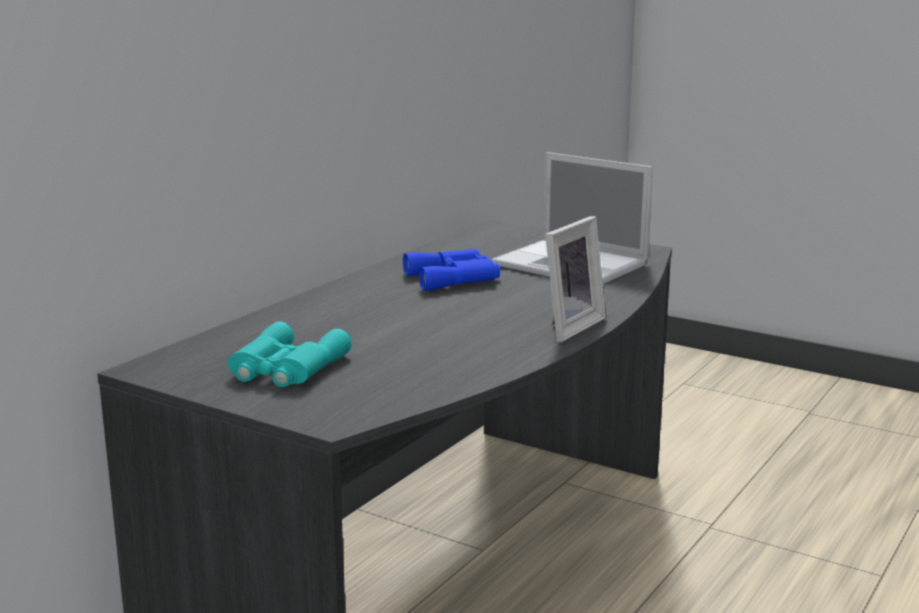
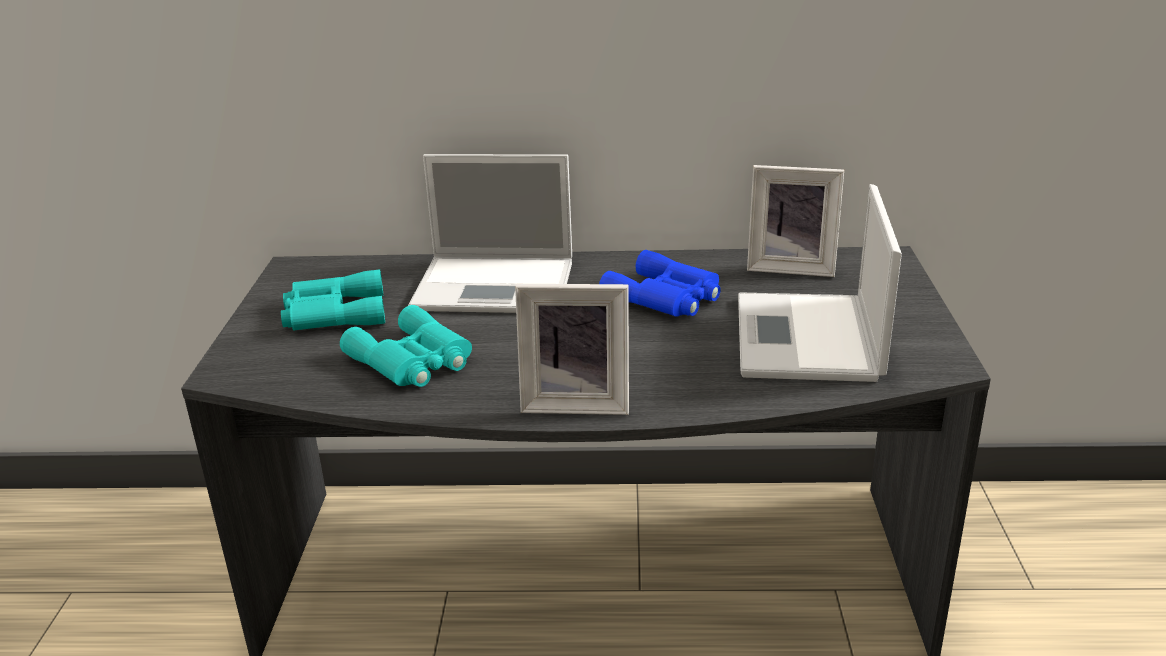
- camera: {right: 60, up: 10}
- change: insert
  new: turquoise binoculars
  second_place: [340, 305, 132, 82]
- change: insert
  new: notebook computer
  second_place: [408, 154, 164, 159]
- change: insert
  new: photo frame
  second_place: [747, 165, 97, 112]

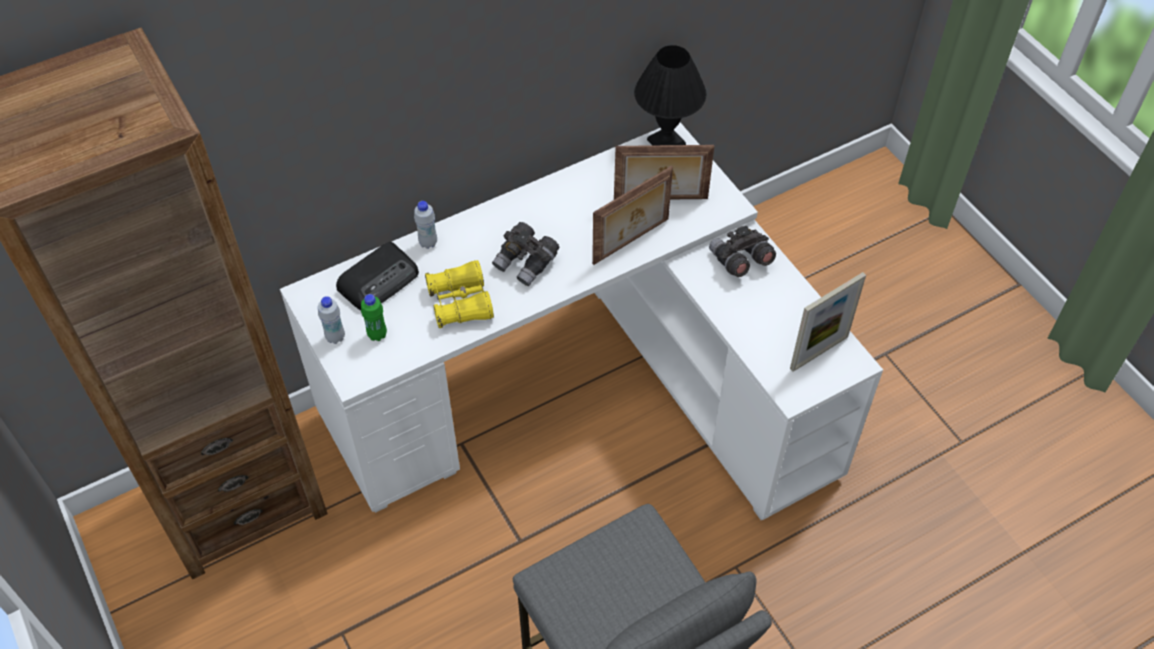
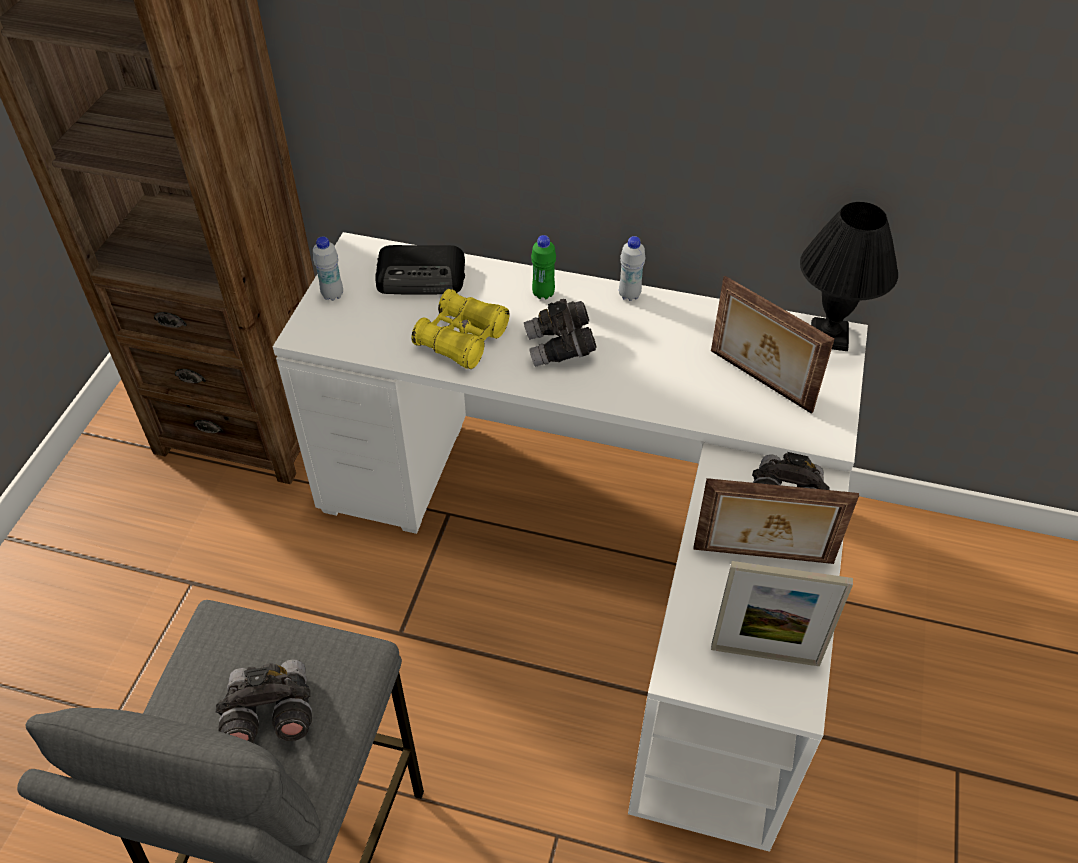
- camera: {right: 45, up: -5}
- change: insert
  new: greyish binoculars
  second_place: [216, 659, 96, 84]
- change: move
  old: greenish bottle
  first_place: [361, 294, 26, 47]
  second_place: [531, 235, 25, 65]
- change: move
  old: whitish bottle
  first_place: [414, 201, 23, 48]
  second_place: [619, 236, 26, 65]
- change: move
  old: photo frame
  first_place: [592, 166, 81, 99]
  second_place: [693, 478, 166, 86]

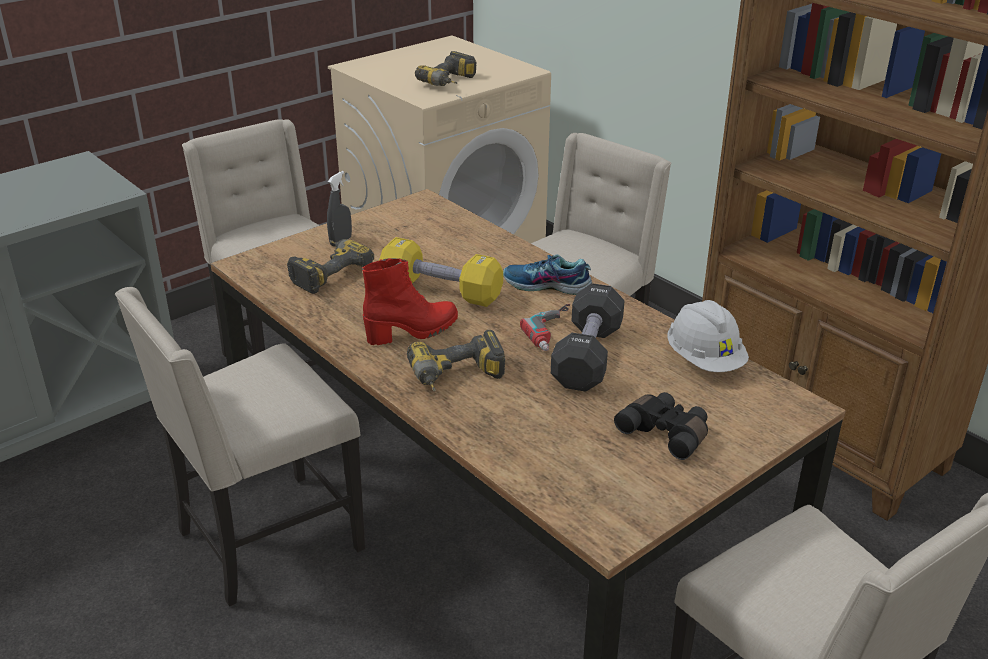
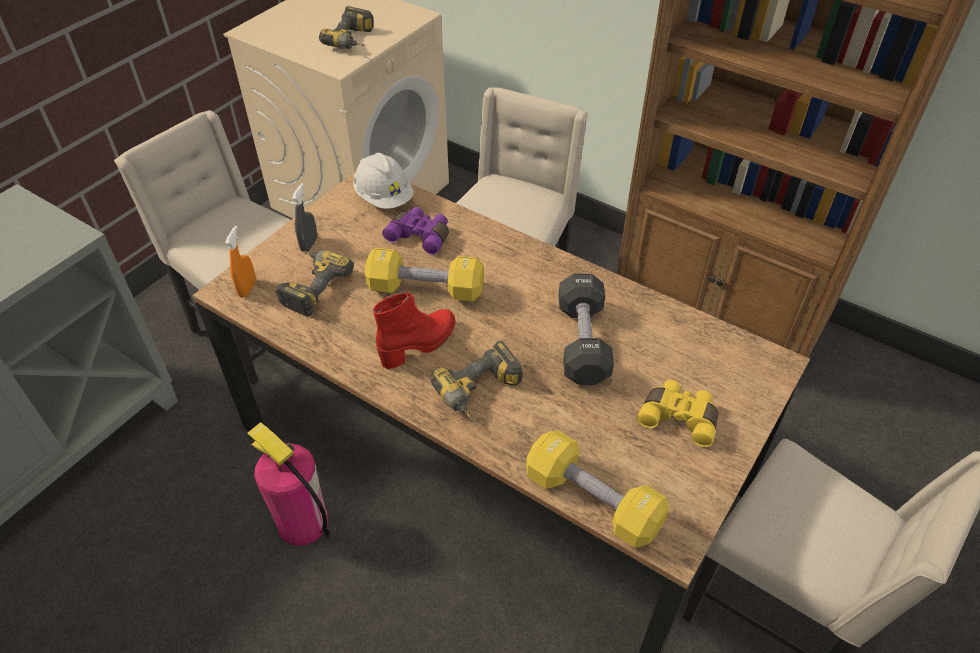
- camera: {right: -15, up: 15}
- change: insert
  new: orangey sprayer
  second_place: [225, 226, 31, 72]
- change: replace
  old: sand-coloured chair
  new: fire-fighting cylinder
  first_place: [115, 287, 250, 320]
  second_place: [247, 422, 84, 124]
- change: move
  old: whitish safety helmet
  first_place: [667, 300, 82, 72]
  second_place: [353, 153, 61, 56]
- change: insert
  new: purple binoculars
  second_place: [382, 207, 67, 48]
- change: insert
  new: yellow-coloured free weight
  second_place: [526, 430, 143, 118]
- change: recolor
  old: blackish binoculars
  new: yellow-coloured binoculars
  first_place: [614, 392, 94, 68]
  second_place: [637, 380, 82, 67]
- change: delete
  old: item of footwear
  first_place: [503, 254, 89, 41]
- change: delete
  old: electric drill
  first_place: [520, 304, 50, 47]

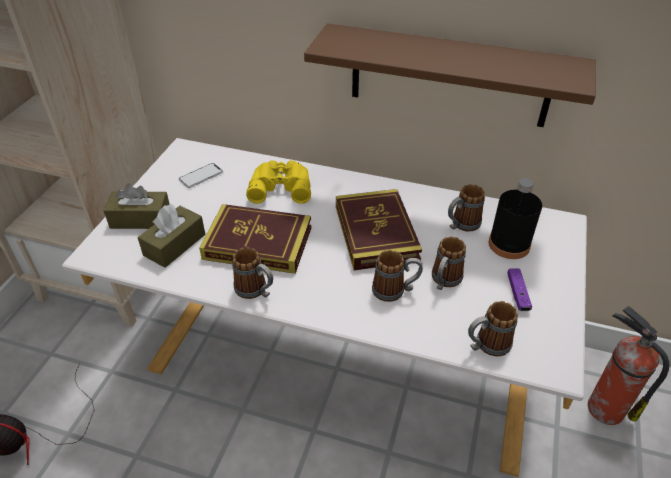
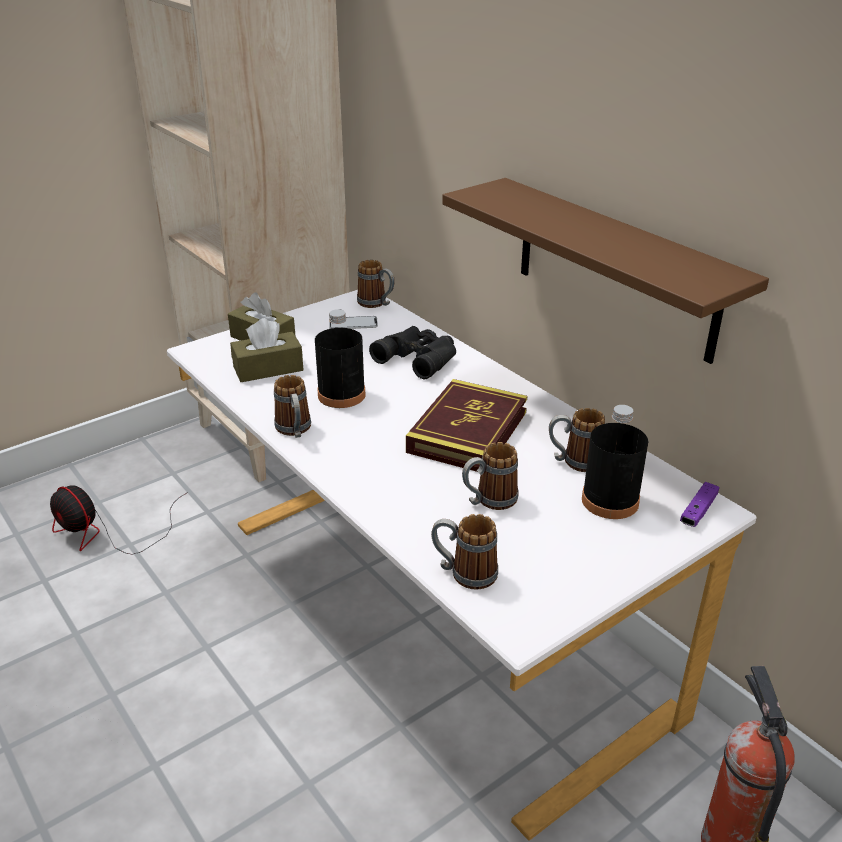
- camera: {right: 35, up: -10}
- change: replace
  old: bound book
  new: blackish bottle
  first_place: [199, 204, 112, 70]
  second_place: [315, 309, 51, 99]
- change: move
  old: tea mug
  first_place: [372, 250, 51, 52]
  second_place: [357, 260, 38, 48]
- change: recolor
  old: yellow-coloured binoculars
  new: blackish binoculars
  first_place: [246, 160, 65, 44]
  second_place: [369, 326, 87, 53]
- change: move
  old: purple joypad
  first_place: [507, 269, 25, 42]
  second_place: [680, 482, 39, 45]

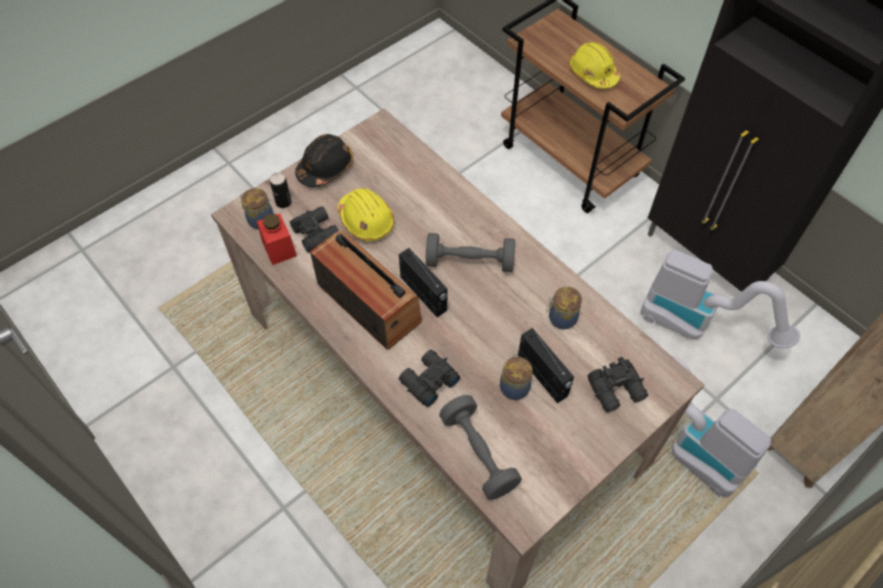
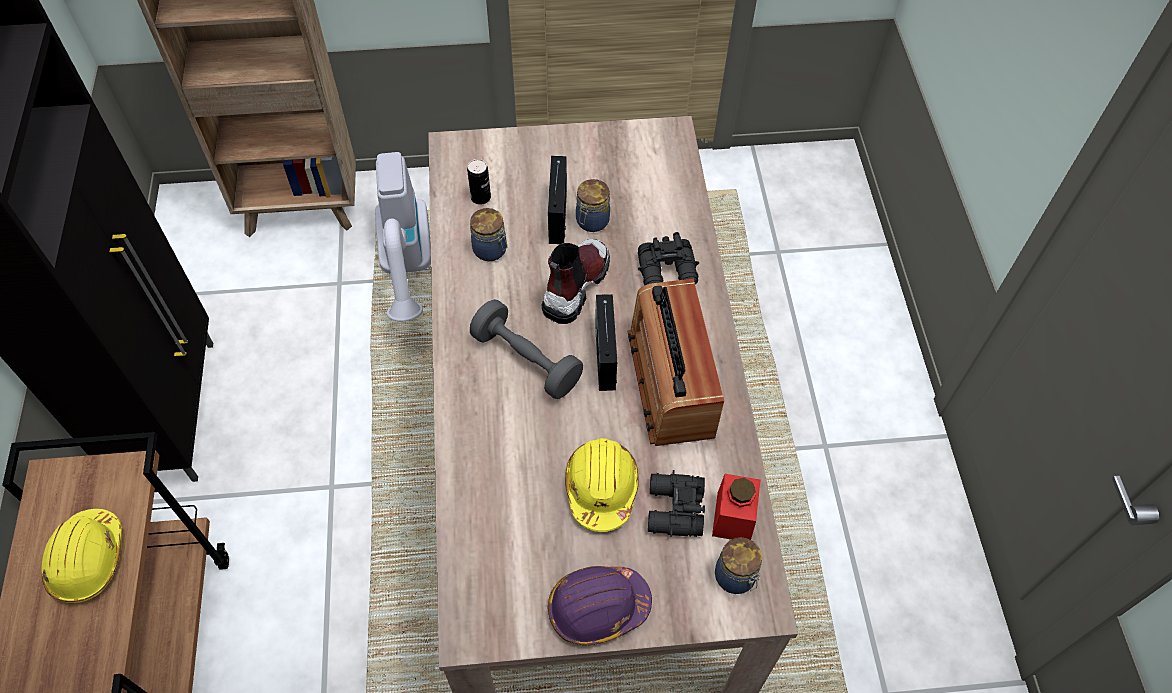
- camera: {right: -145, up: 0}
- change: move
  old: sealed can
  first_place: [270, 173, 22, 35]
  second_place: [467, 159, 24, 46]
- change: insert
  new: boot
  second_place: [542, 239, 68, 85]
- change: recolor
  old: blackish safety helmet
  new: purple safety helmet
  first_place: [295, 134, 58, 53]
  second_place: [548, 566, 104, 79]
- change: delete
  old: greyish free weight
  first_place: [439, 395, 83, 105]
- change: delete
  old: blackish binoculars
  first_place: [587, 357, 61, 55]
- change: delete
  old: hoover
  first_place: [641, 250, 159, 98]

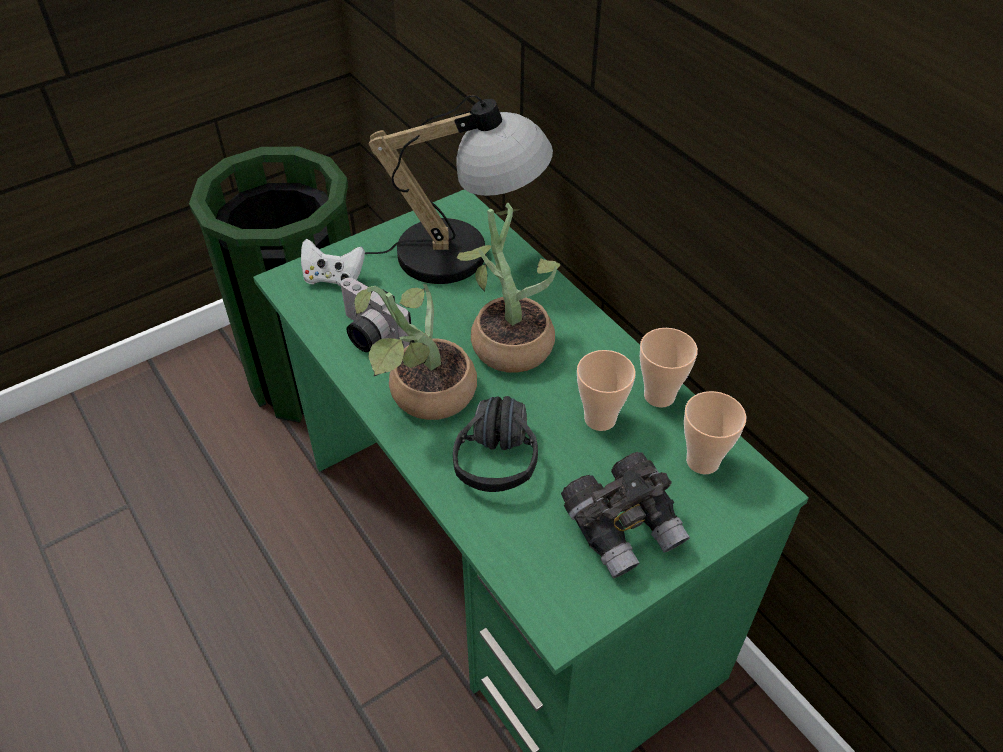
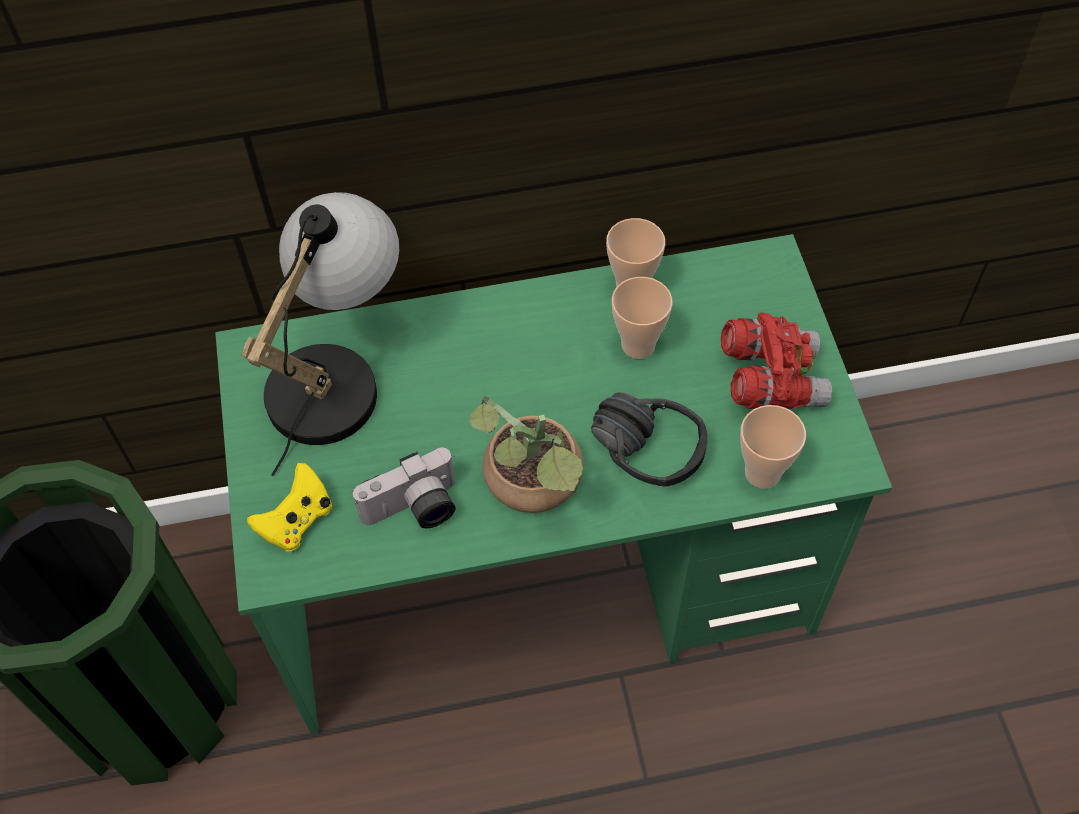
- camera: {right: -65, up: 10}
- change: recolor
  old: whitish joypad
  new: yellow-coloured joypad
  first_place: [301, 239, 64, 48]
  second_place: [247, 463, 85, 89]
- change: recolor
  old: greyish binoculars
  new: reddish binoculars
  first_place: [561, 452, 129, 126]
  second_place: [721, 312, 111, 97]
- change: move
  old: cup
  first_place: [684, 391, 62, 83]
  second_place: [740, 405, 66, 84]
- change: delete
  old: houseplant
  first_place: [457, 203, 103, 170]

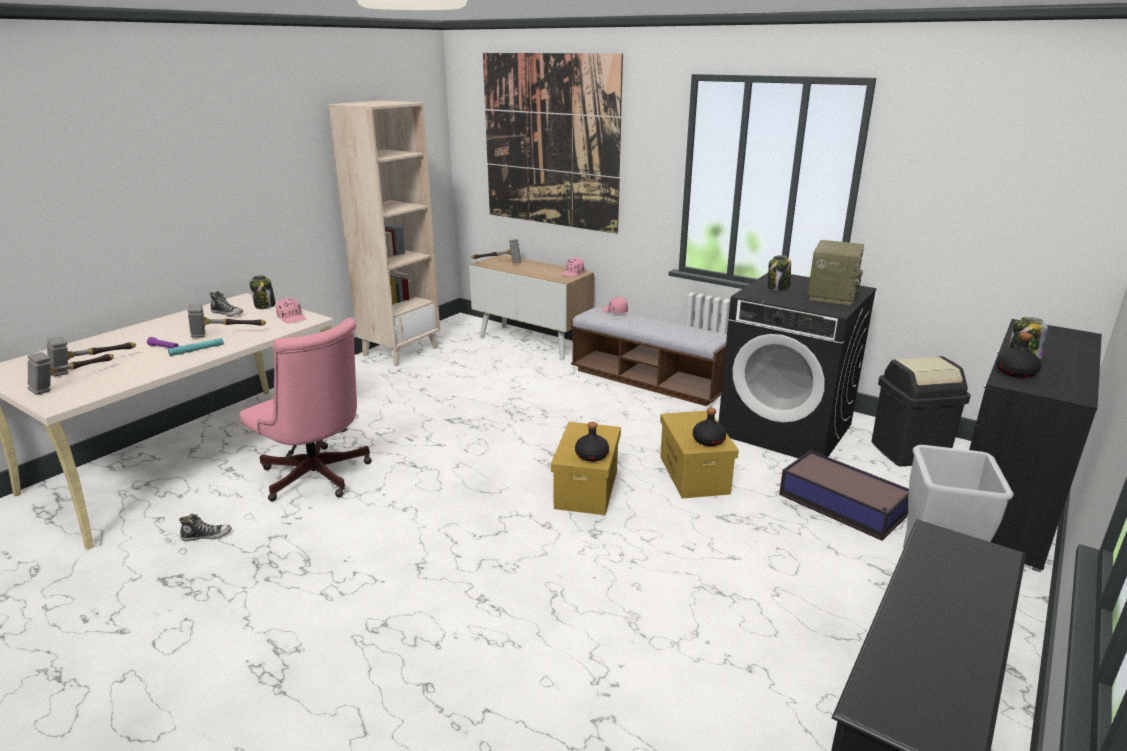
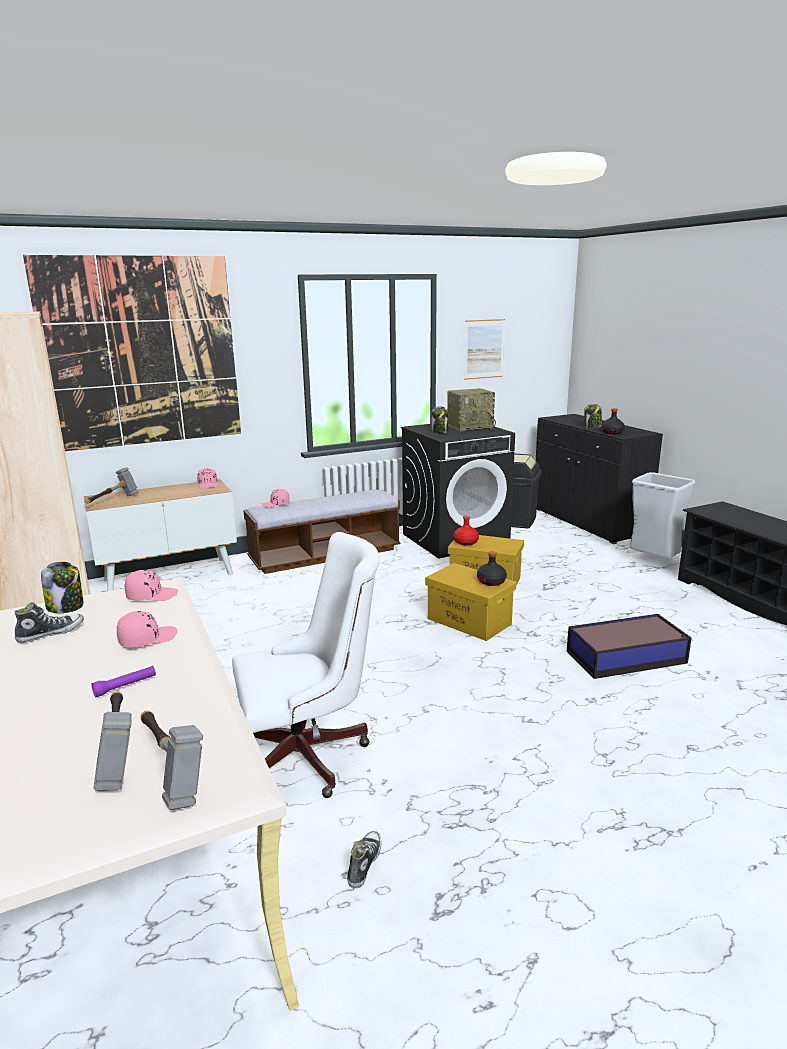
- camera: {right: -60, up: -5}
- change: replace
  old: hand hammer
  new: pinkish peaked cap
  first_place: [187, 304, 79, 34]
  second_place: [117, 611, 60, 37]
- change: recolor
  old: pinkish desk chair
  new: whitish desk chair
  first_place: [240, 318, 132, 184]
  second_place: [232, 532, 148, 266]
- change: rotate
  old: radio receiver
  first_place: [808, 240, 56, 65]
  second_place: [447, 388, 49, 43]
  degrees: 105
- change: insert
  new: reddish bottle
  second_place: [453, 516, 26, 30]
- change: insert
  new: picture
  second_place: [464, 319, 41, 61]
- change: move
  old: storage bin
  first_place: [779, 450, 130, 91]
  second_place: [567, 614, 125, 65]
- change: delete
  old: turquoise hand torch
  first_place: [168, 338, 56, 18]
- change: delete
  old: blackish bottle
  first_place: [693, 408, 33, 38]

